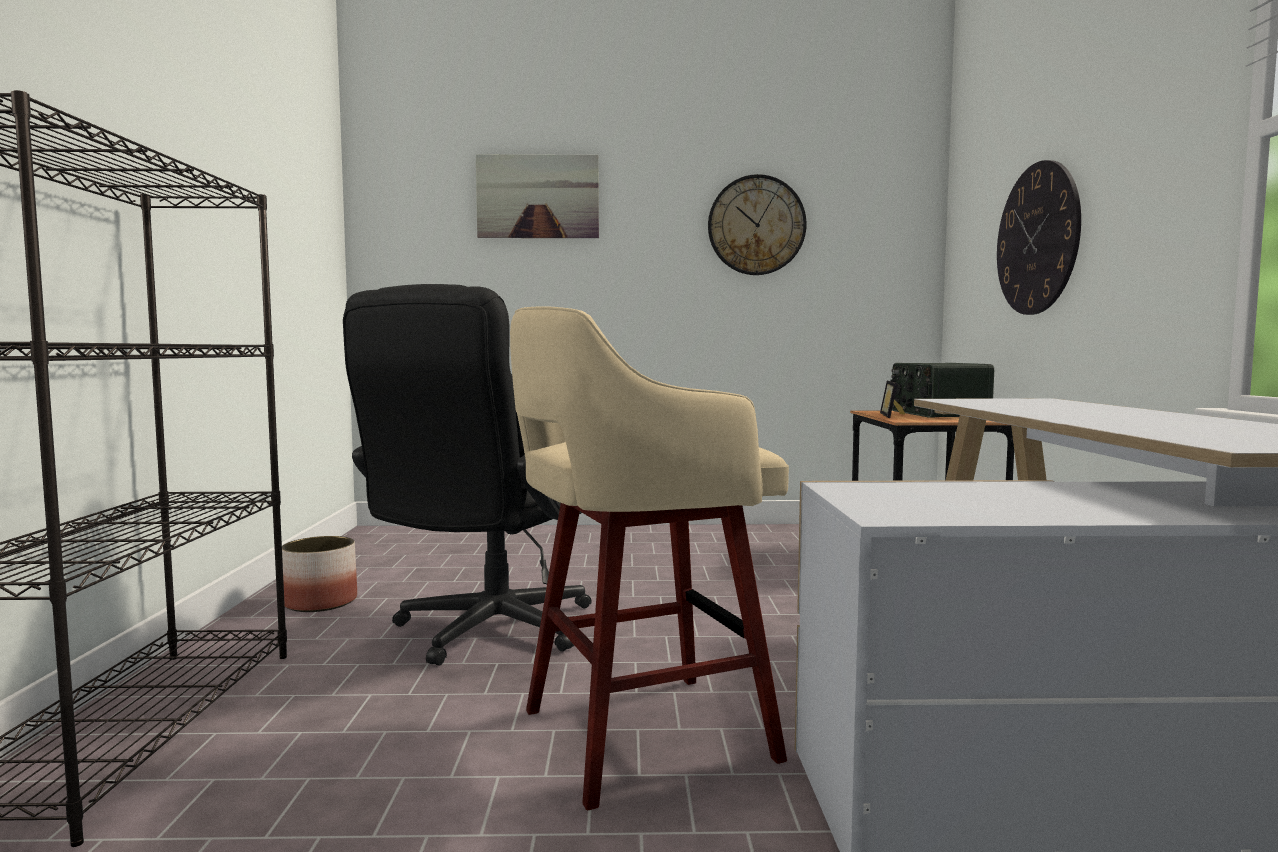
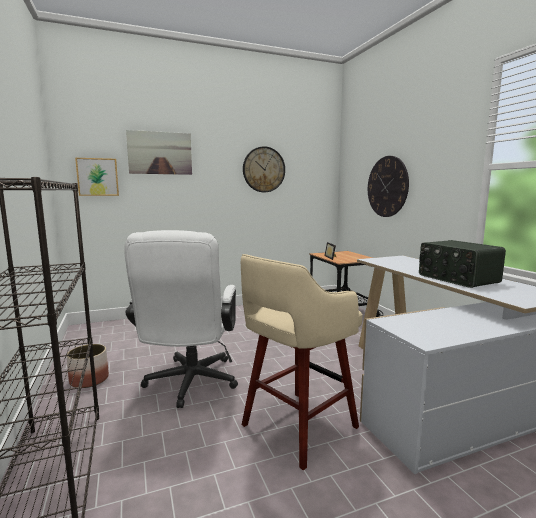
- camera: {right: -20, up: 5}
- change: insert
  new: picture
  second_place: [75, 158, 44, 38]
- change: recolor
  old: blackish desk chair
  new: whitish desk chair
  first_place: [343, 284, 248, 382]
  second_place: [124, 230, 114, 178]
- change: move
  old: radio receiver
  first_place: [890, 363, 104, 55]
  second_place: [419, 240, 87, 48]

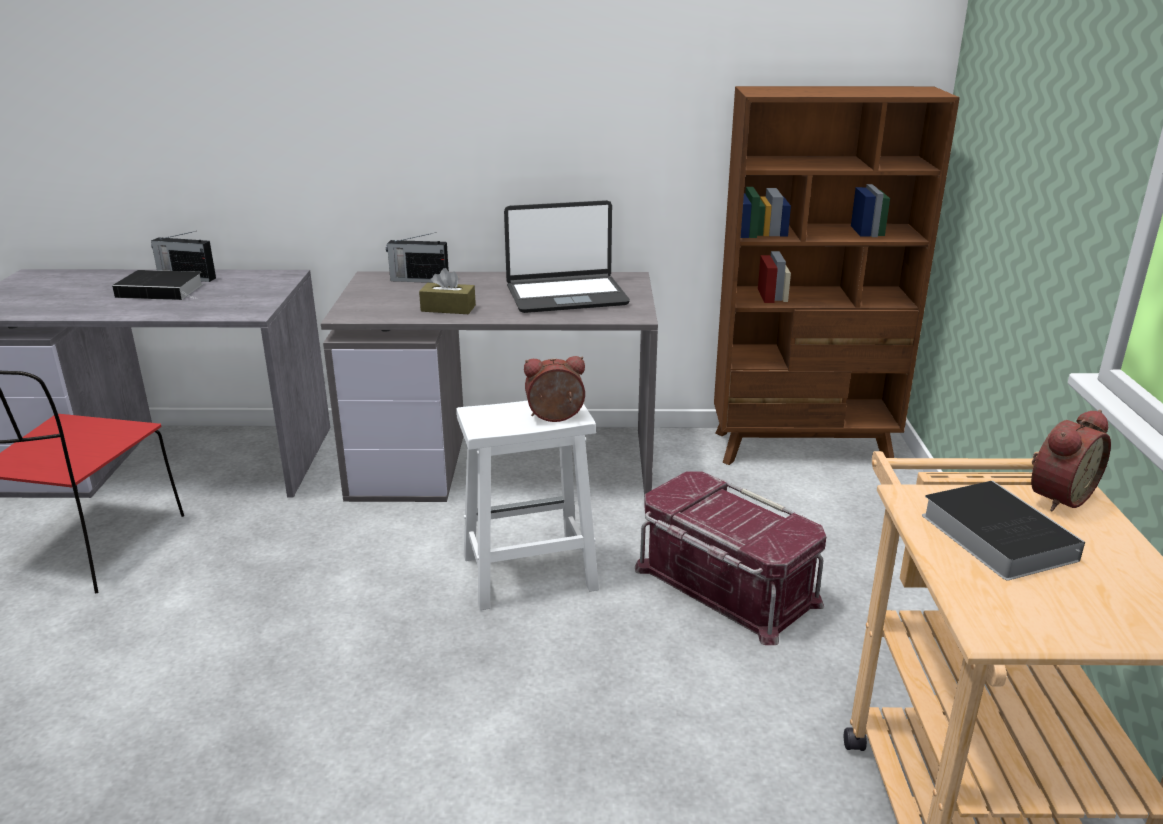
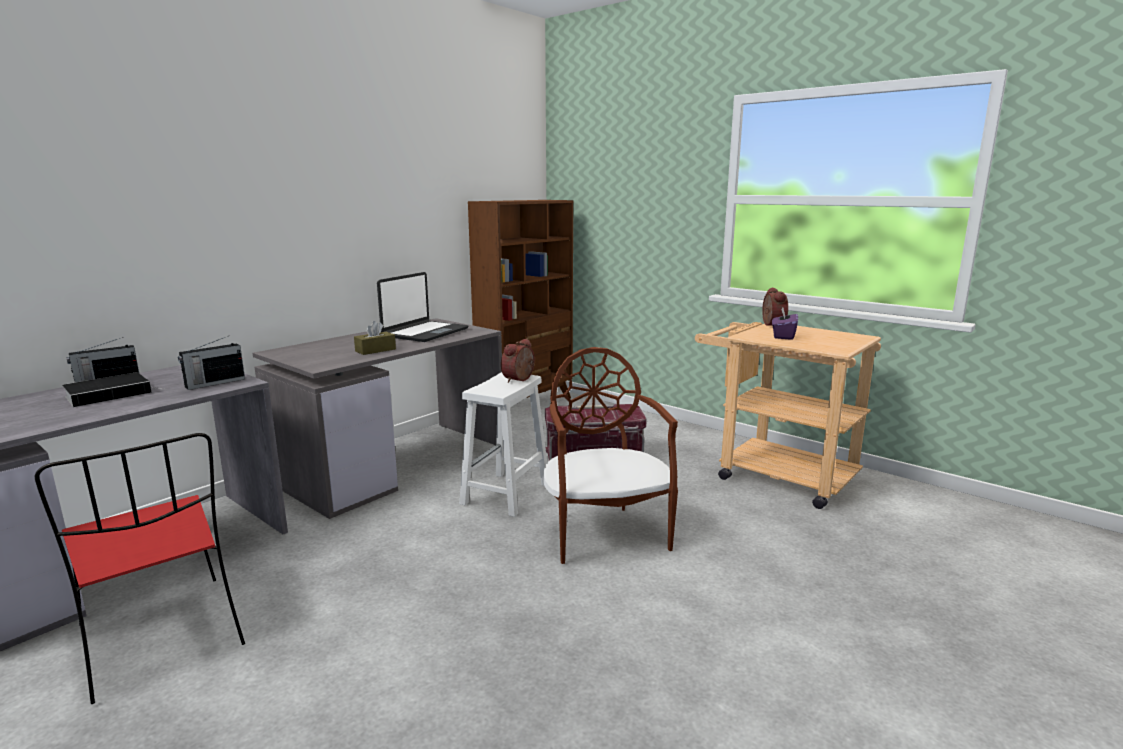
- camera: {right: -50, up: -10}
- change: move
  old: radio receiver
  first_place: [386, 232, 63, 51]
  second_place: [178, 335, 67, 55]
- change: insert
  new: brown chair
  second_place: [543, 347, 135, 217]
- change: replace
  old: bound book
  new: purple tissue holder
  first_place: [922, 480, 163, 101]
  second_place: [772, 308, 26, 32]

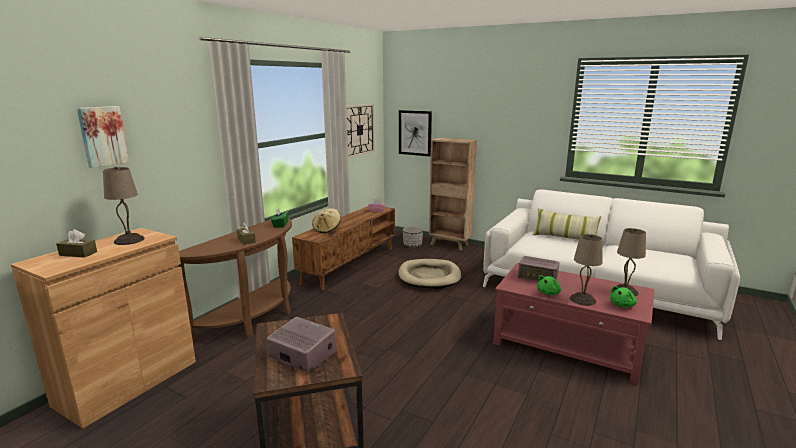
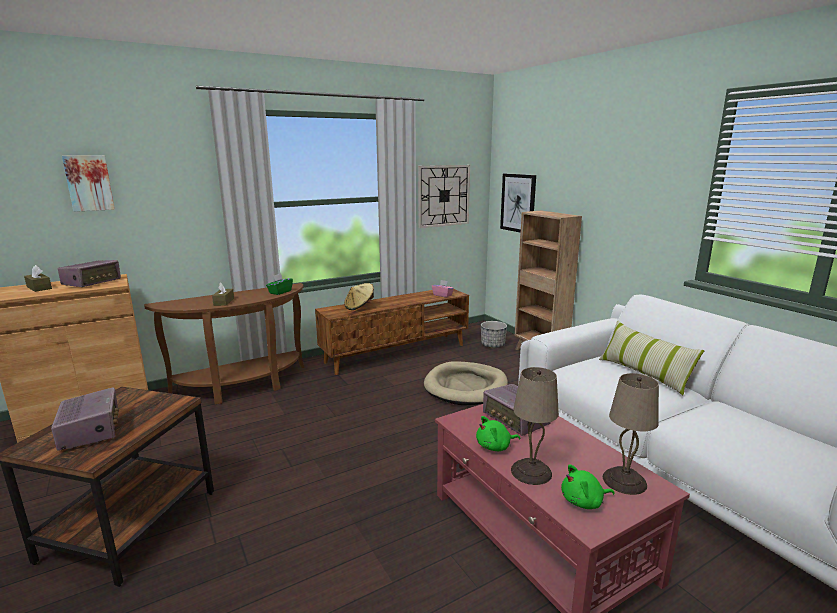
- camera: {right: 30, up: 0}
- change: replace
  old: sand-coloured tabletop lamp
  new: radio receiver
  first_place: [103, 166, 42, 79]
  second_place: [58, 260, 63, 27]

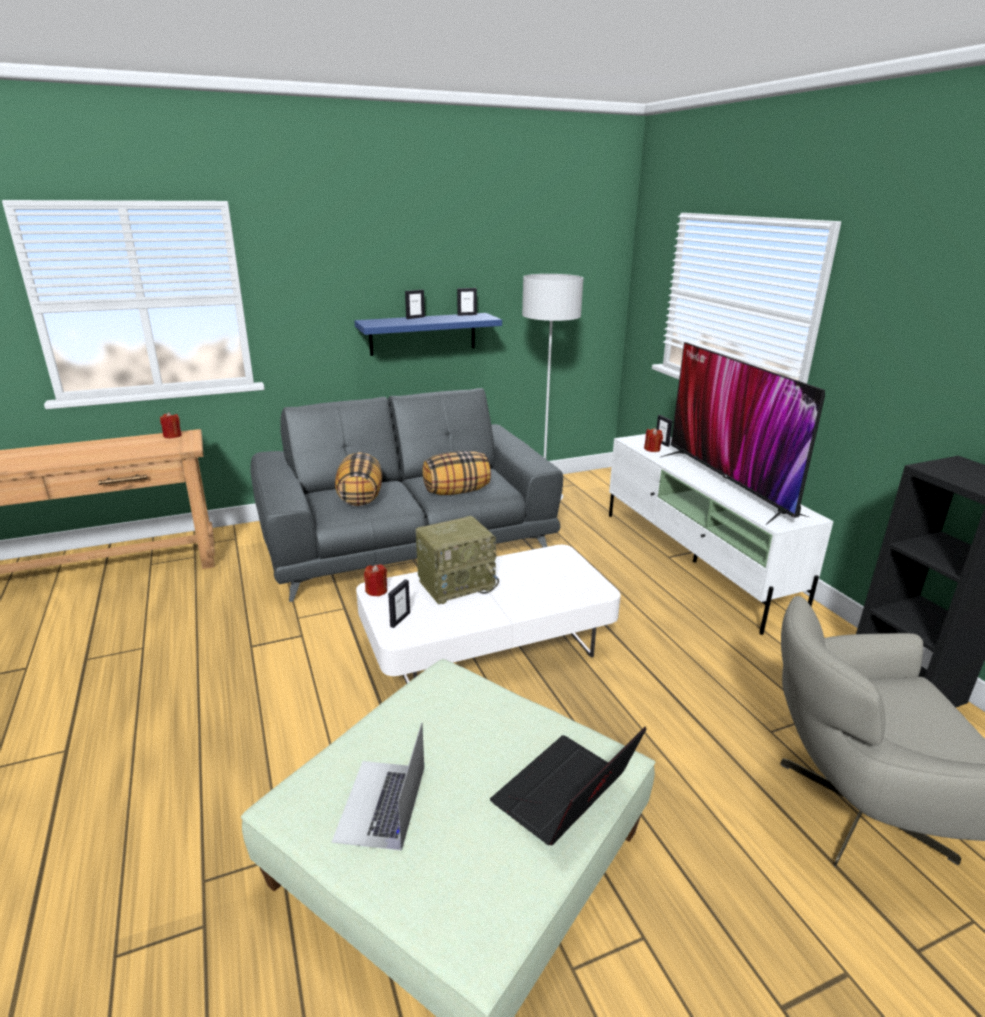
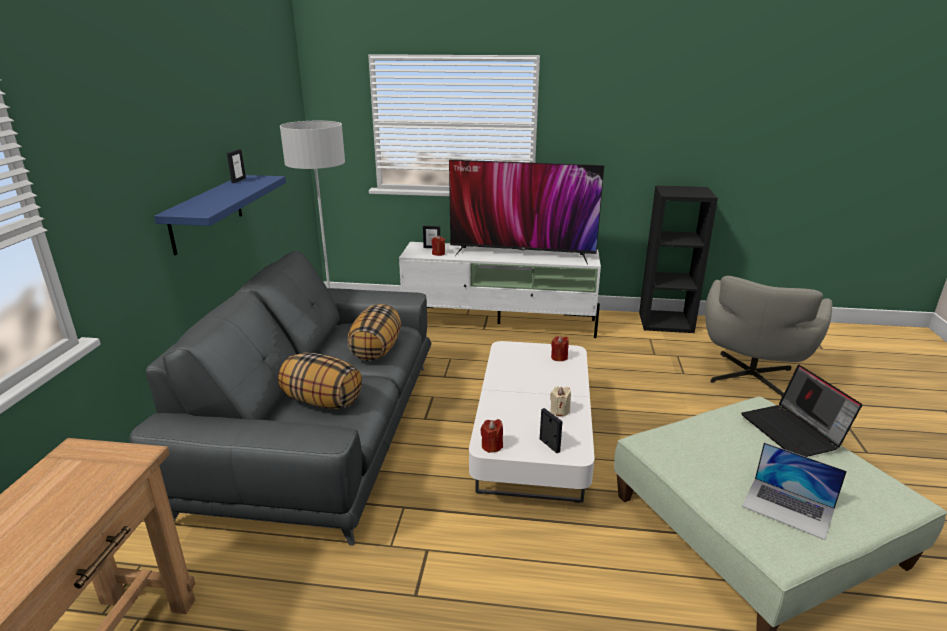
- camera: {right: -60, up: 0}
- change: insert
  new: sand-coloured wax candle
  second_place: [550, 387, 21, 29]
- change: move
  old: reddish wax candle
  first_place: [160, 412, 22, 27]
  second_place: [551, 336, 18, 25]
- change: delete
  old: photo frame
  first_place: [405, 290, 20, 29]
- change: delete
  old: radio receiver
  first_place: [416, 516, 83, 89]

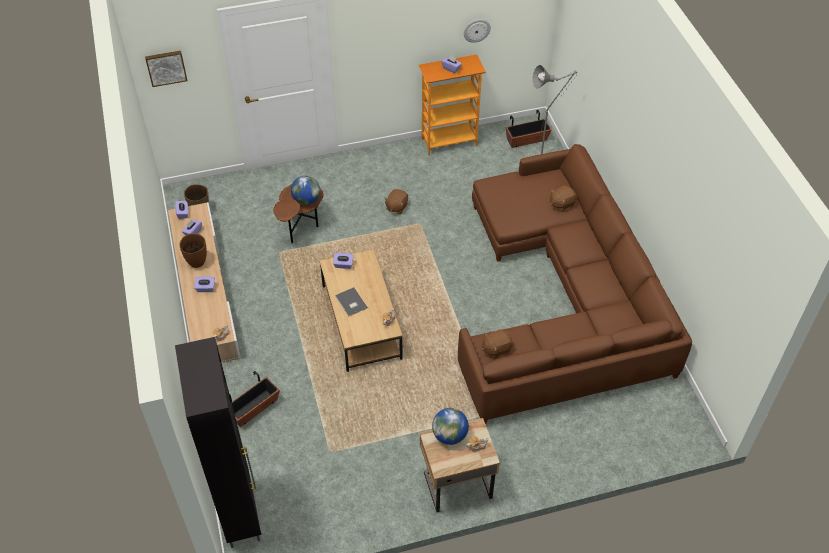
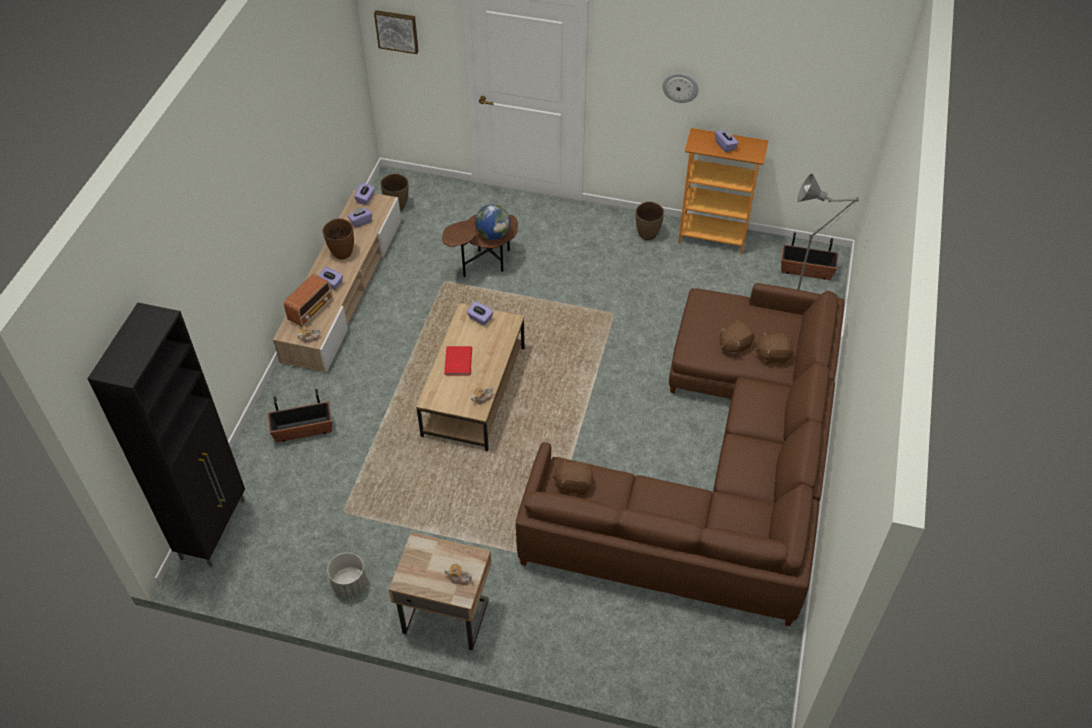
- camera: {right: 30, up: 0}
- change: insert
  new: radio receiver
  second_place: [284, 274, 49, 53]
- change: insert
  new: greyish plant pot
  second_place: [327, 553, 40, 45]
- change: recolor
  old: greyish bound book
  new: reddish bound book
  first_place: [335, 287, 32, 30]
  second_place: [444, 346, 28, 30]
- change: insert
  new: brown vase
  second_place: [636, 201, 28, 39]
- change: move
  old: wall clock
  first_place: [464, 19, 27, 24]
  second_place: [663, 73, 36, 30]
- change: move
  old: brown soft toy
  first_place: [384, 189, 24, 25]
  second_place: [720, 321, 35, 35]
- change: delete
  old: globe
  first_place: [432, 408, 37, 37]

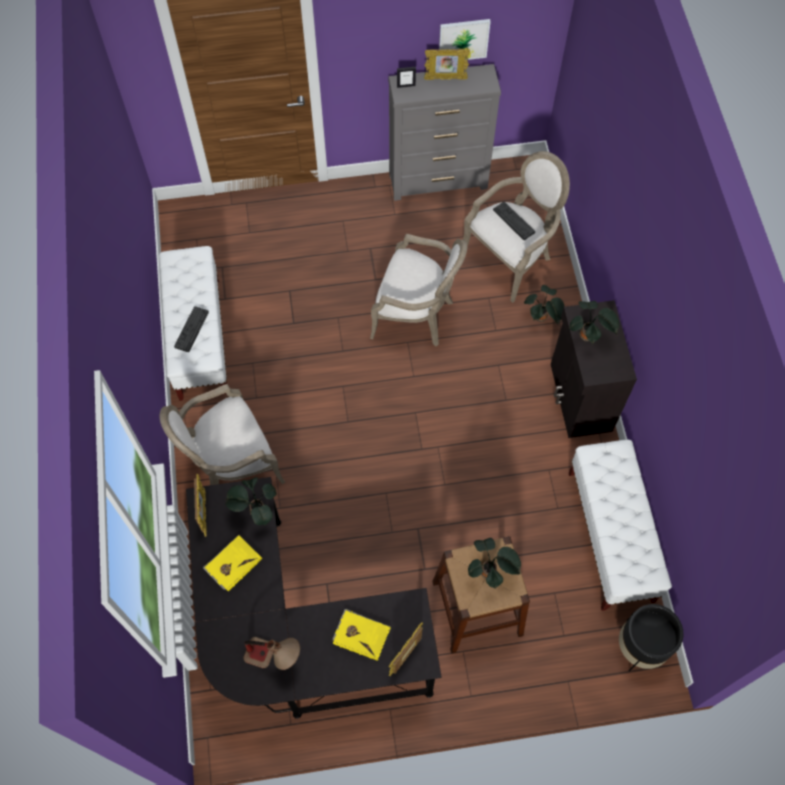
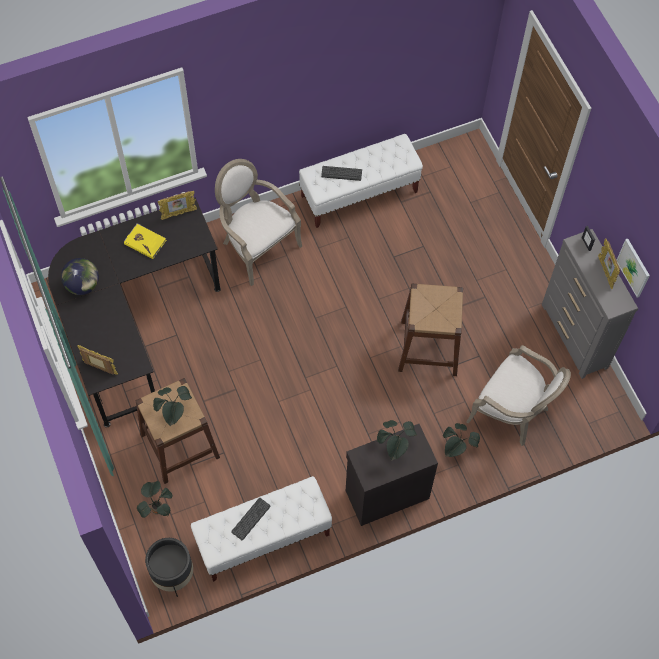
- camera: {right: 75, up: 0}
- change: replace
  old: tabletop lamp
  new: globe
  first_place: [243, 637, 57, 33]
  second_place: [61, 258, 38, 37]
- change: move
  old: houseplant
  first_place: [225, 477, 52, 48]
  second_place: [137, 481, 36, 37]
- change: move
  old: keyboard
  first_place: [493, 202, 42, 38]
  second_place: [231, 498, 40, 43]
- change: replace
  old: easy chair
  new: brown sitting stool
  first_place: [370, 234, 98, 112]
  second_place: [398, 284, 65, 92]
- change: delete
  old: yellow-coloured bound book
  first_place: [333, 609, 58, 52]

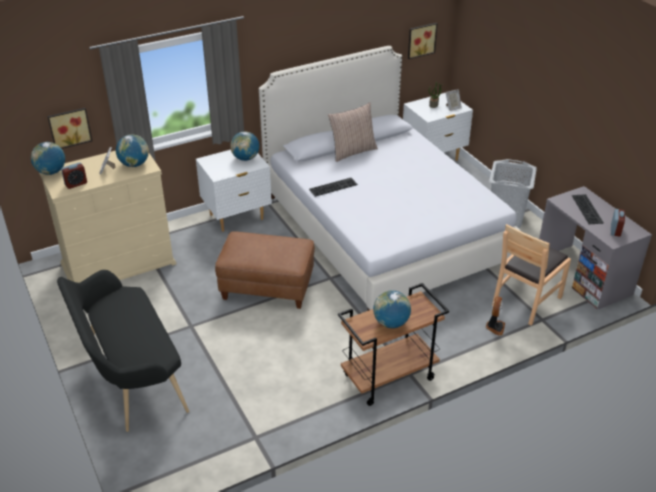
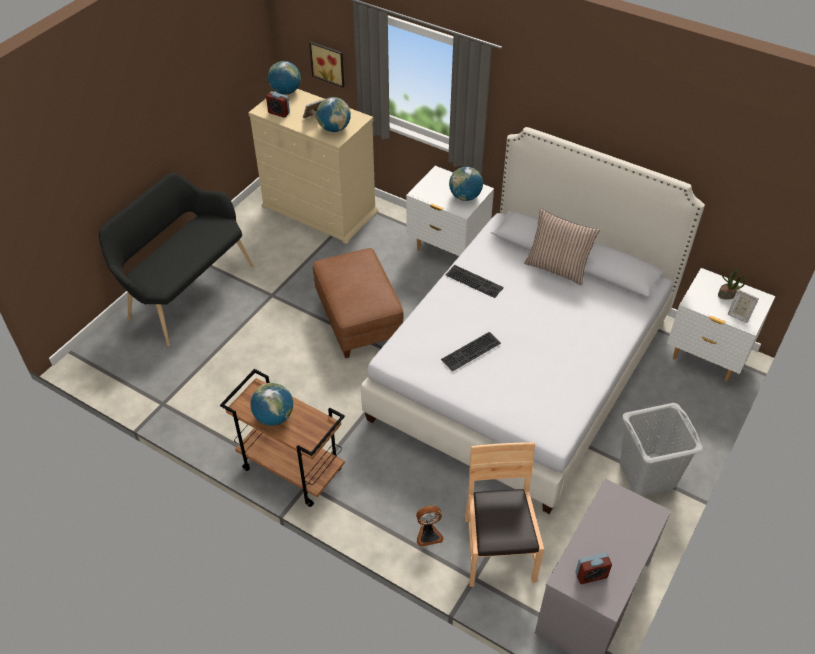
- camera: {right: 60, up: 10}
- change: move
  old: keyboard
  first_place: [572, 194, 32, 30]
  second_place: [441, 332, 60, 39]
- change: rotate
  old: brown chair
  first_place: [492, 224, 79, 101]
  second_place: [465, 442, 79, 145]
  degrees: 75
- change: delete
  old: picture
  first_place: [408, 23, 30, 36]

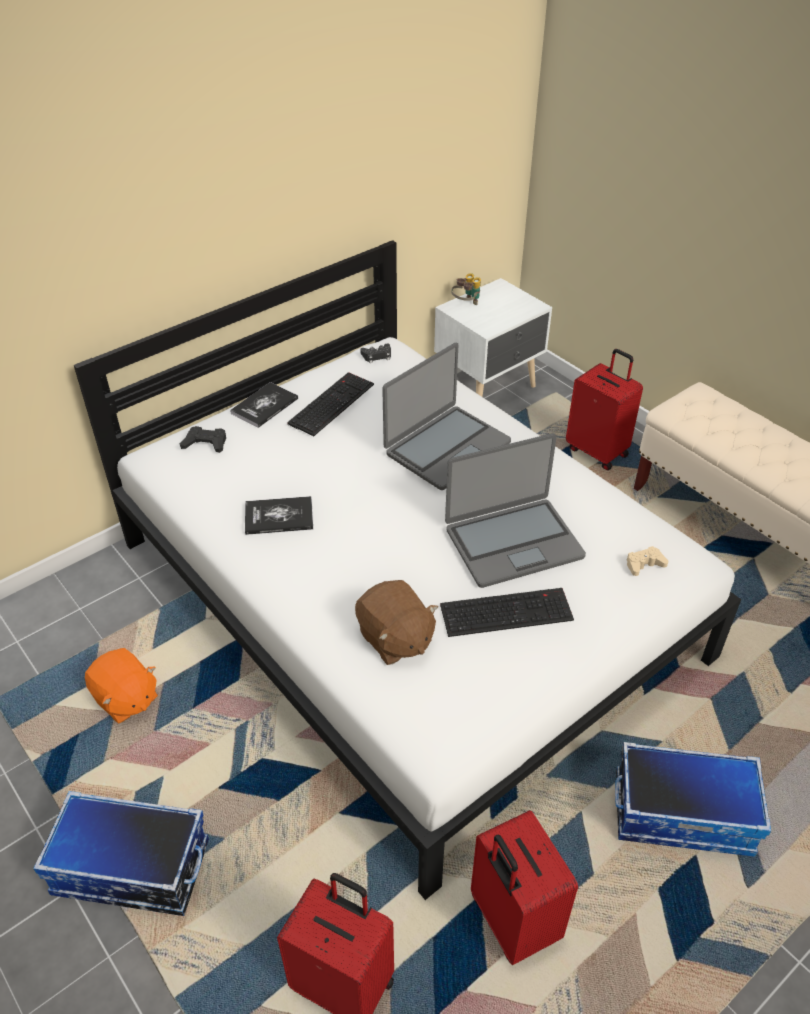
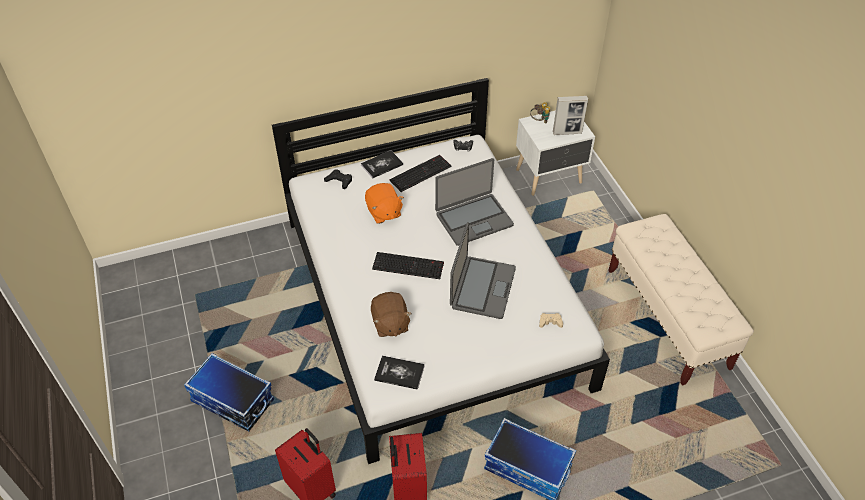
- camera: {right: 20, up: 5}
- change: move
  old: orangey soft toy
  first_place: [85, 648, 73, 76]
  second_place: [365, 183, 39, 41]
- change: move
  old: keyboard
  first_place: [440, 588, 134, 49]
  second_place: [372, 252, 72, 27]
- change: move
  old: bound book
  first_place: [245, 496, 68, 39]
  second_place: [374, 356, 51, 34]
- change: rotate
  old: notebook computer
  first_place: [445, 433, 141, 155]
  second_place: [450, 222, 66, 97]
  degrees: -75
- change: insert
  new: photo frame
  second_place: [553, 96, 35, 39]
- change: delete
  old: reddish suitcase
  first_place: [566, 349, 77, 122]

